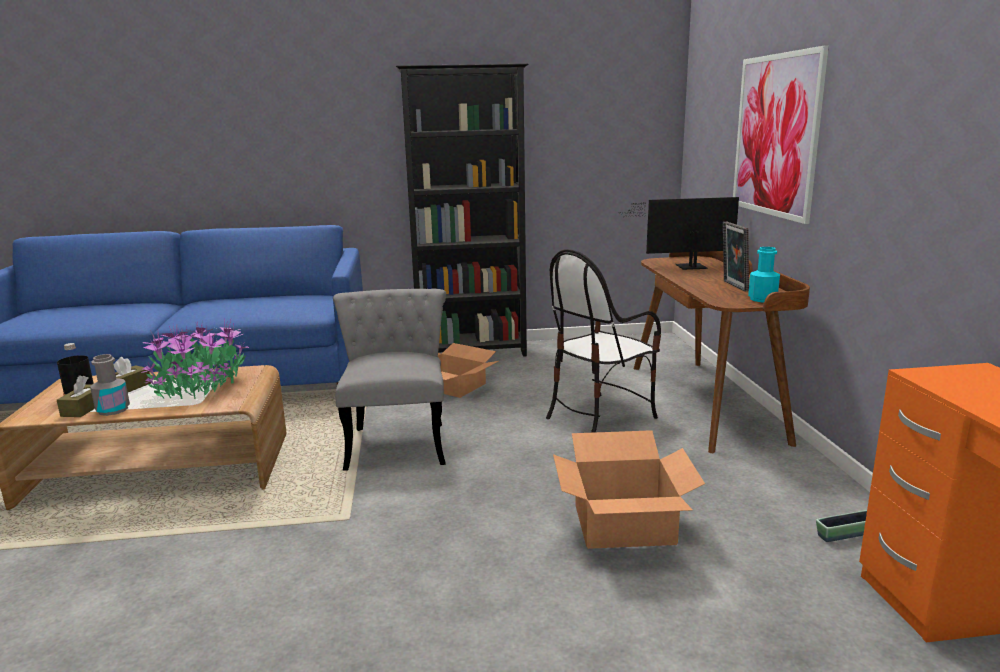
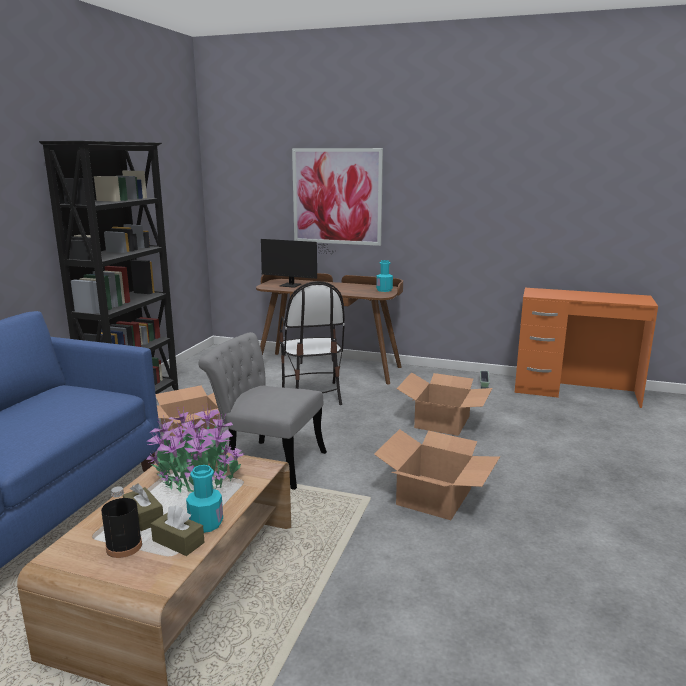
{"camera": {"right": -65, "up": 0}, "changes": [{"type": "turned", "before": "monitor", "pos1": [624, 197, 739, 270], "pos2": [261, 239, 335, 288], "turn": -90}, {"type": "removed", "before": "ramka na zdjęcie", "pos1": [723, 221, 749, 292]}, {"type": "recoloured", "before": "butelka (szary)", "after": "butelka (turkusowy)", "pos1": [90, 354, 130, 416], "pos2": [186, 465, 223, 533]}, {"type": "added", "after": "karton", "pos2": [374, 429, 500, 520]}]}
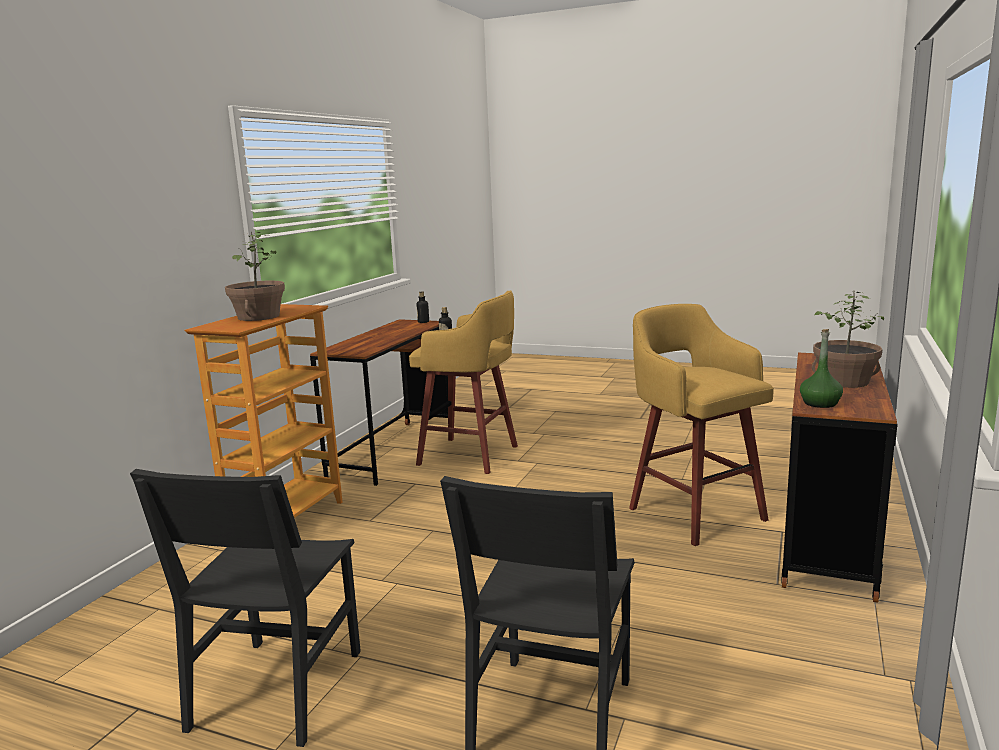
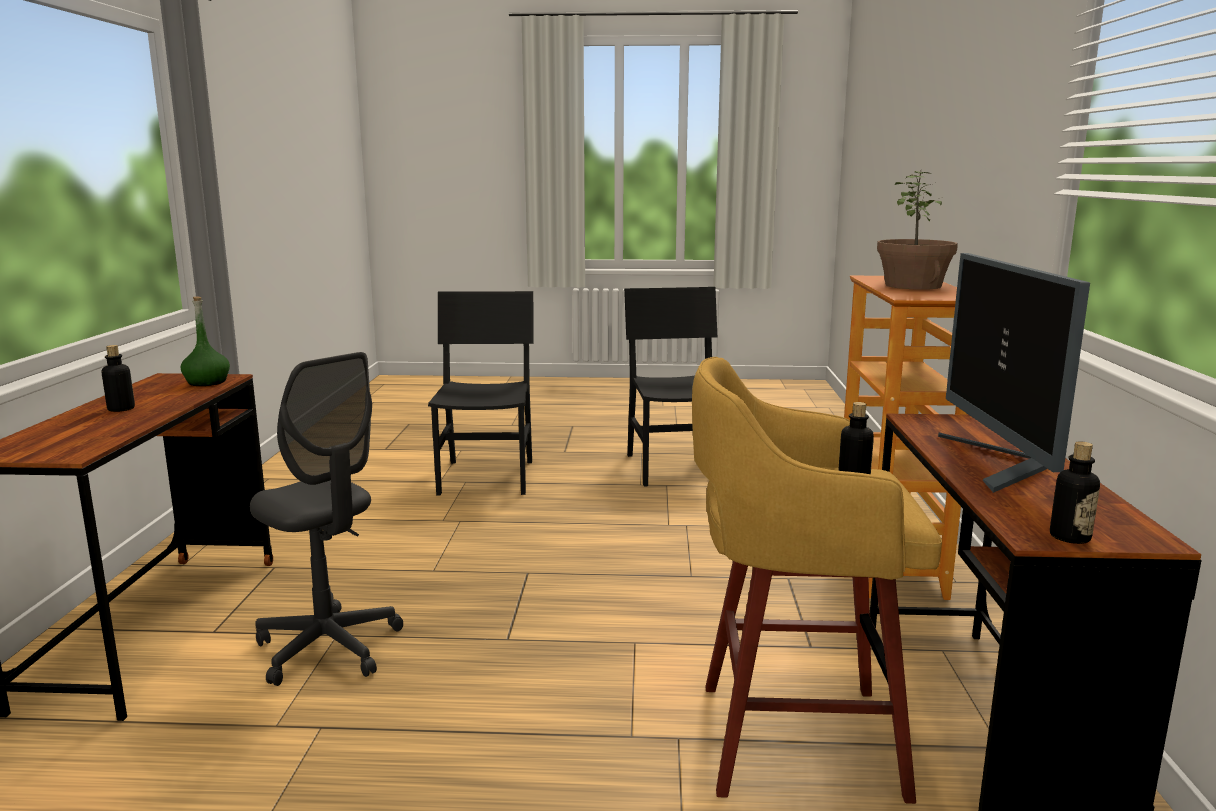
{"camera": {"right": 160, "up": 0}, "changes": [{"type": "replaced", "before": "roślina doniczkowa", "after": "butelka", "pos1": [812, 291, 884, 388], "pos2": [102, 345, 135, 412]}, {"type": "replaced", "before": "stołek (żółty)", "after": "krzesło biurowe (szary)", "pos1": [629, 304, 774, 546], "pos2": [250, 352, 403, 686]}, {"type": "added", "after": "monitor", "pos2": [938, 253, 1090, 493]}]}
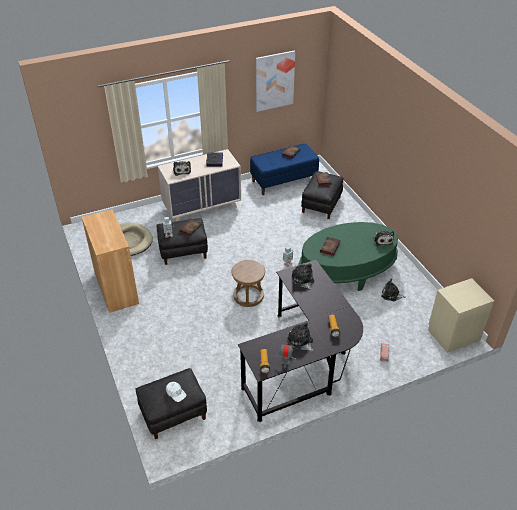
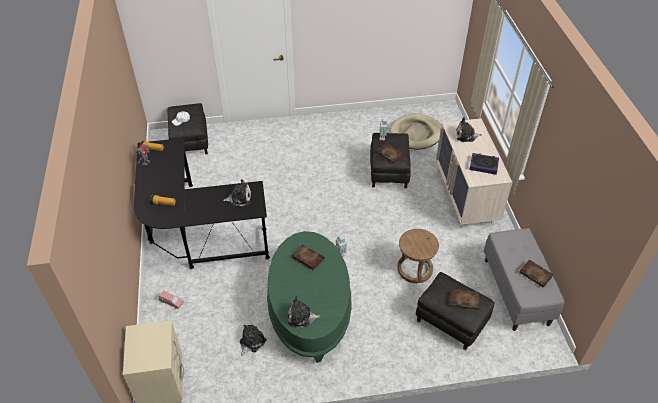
{"camera": {"right": 105, "up": 5}, "changes": [{"type": "removed", "before": "obraz", "pos1": [256, 50, 295, 112]}, {"type": "recoloured", "before": "ławka (niebieski)", "after": "ławka (szary)", "pos1": [250, 143, 319, 195], "pos2": [484, 228, 564, 331]}, {"type": "removed", "before": "szafka (brązowy)", "pos1": [82, 209, 139, 313]}, {"type": "moved", "before": "stołek (brązowy)", "pos1": [231, 260, 265, 307], "pos2": [397, 229, 439, 283]}, {"type": "removed", "before": "pluszak", "pos1": [287, 322, 313, 352]}]}
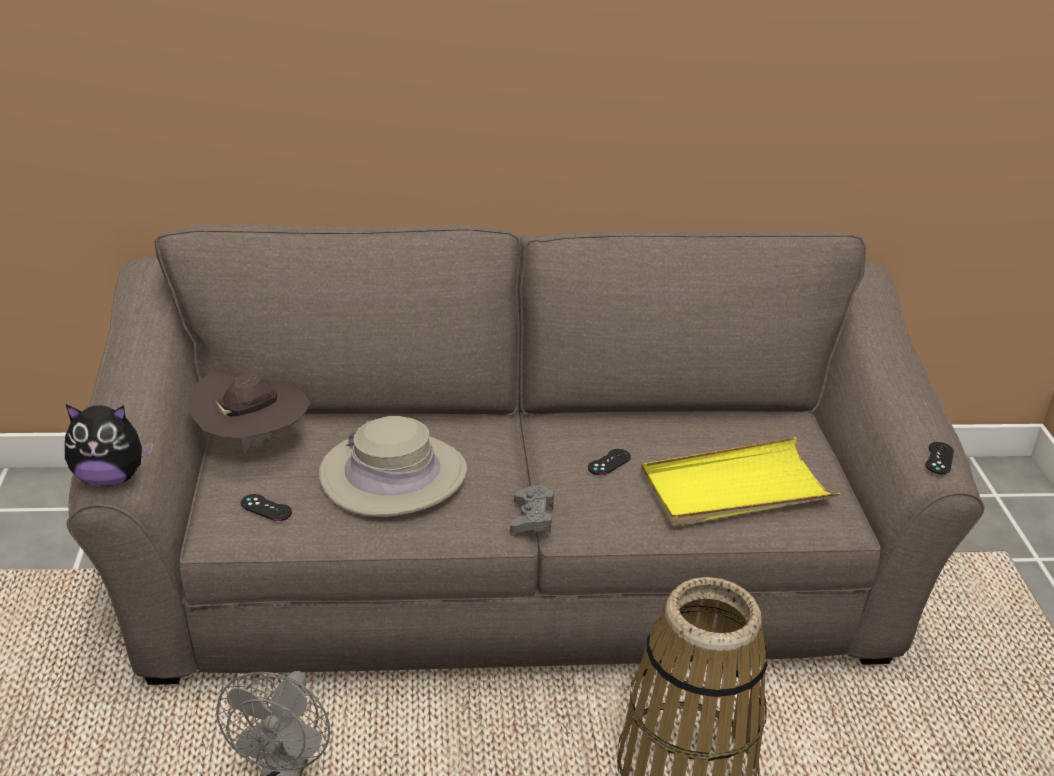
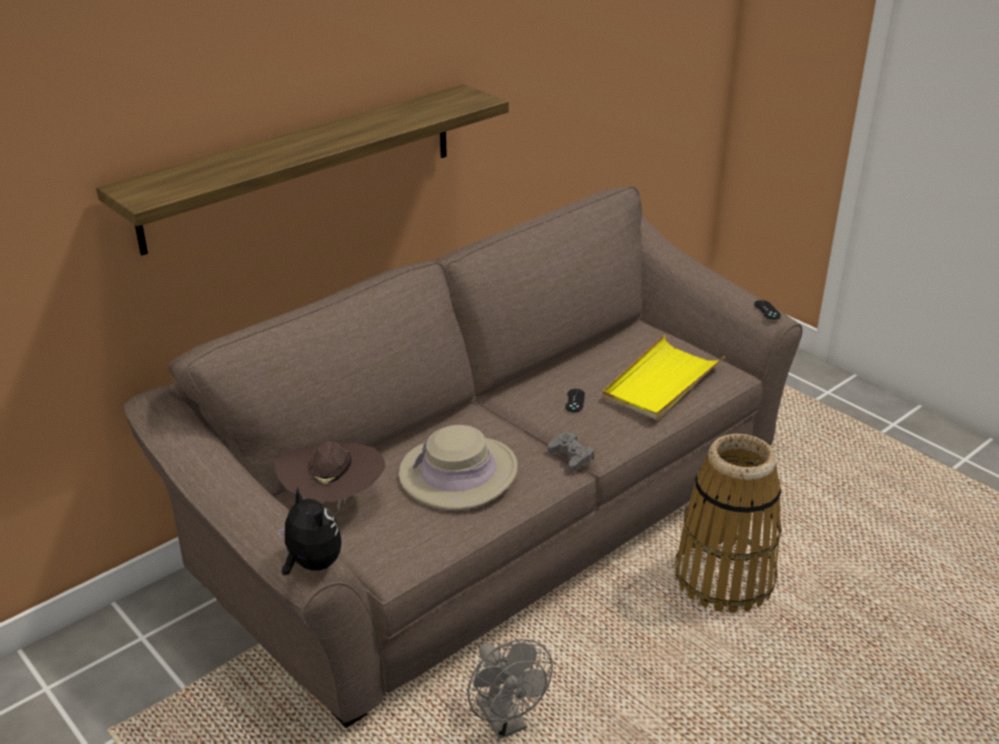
{"camera": {"right": -35, "up": 0}, "changes": [{"type": "turned", "before": "pluszak", "pos1": [65, 405, 153, 487], "pos2": [277, 487, 342, 575], "turn": -90}, {"type": "removed", "before": "pad do gier (czarny)", "pos1": [241, 494, 292, 521]}, {"type": "added", "after": "półka", "pos2": [96, 84, 509, 255]}]}
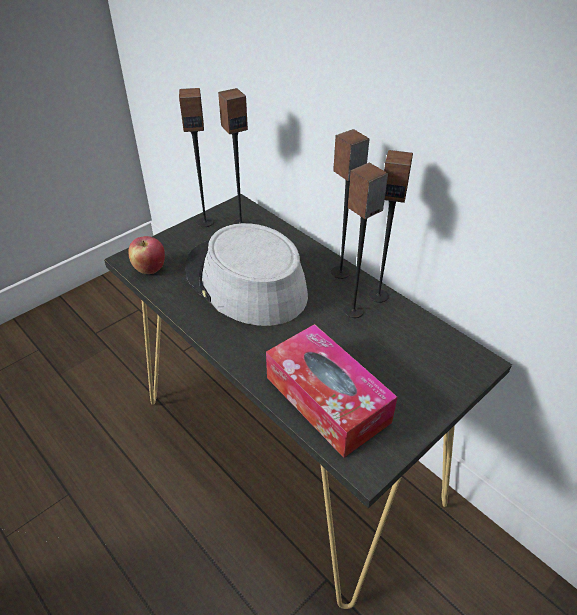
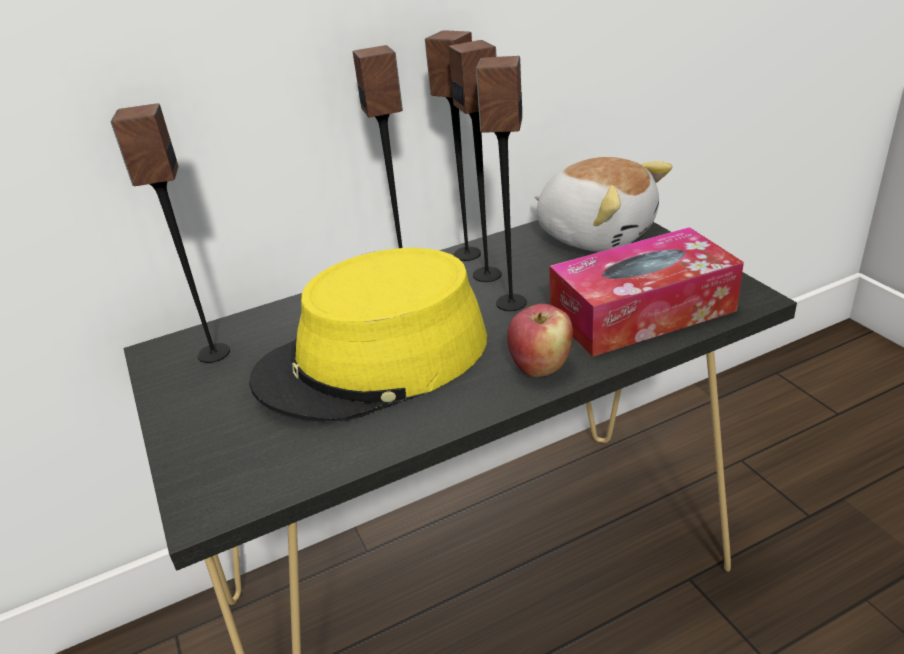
{"camera": {"right": -70, "up": -10}, "changes": [{"type": "moved", "before": "głośnik", "pos1": [179, 88, 214, 227], "pos2": [476, 56, 527, 311]}, {"type": "recoloured", "before": "kapelusz (szary)", "after": "kapelusz (żółty)", "pos1": [185, 223, 308, 326], "pos2": [249, 248, 487, 422]}, {"type": "moved", "before": "jabłko", "pos1": [128, 236, 165, 274], "pos2": [507, 304, 573, 377]}, {"type": "added", "after": "pluszak", "pos2": [535, 157, 673, 252]}]}
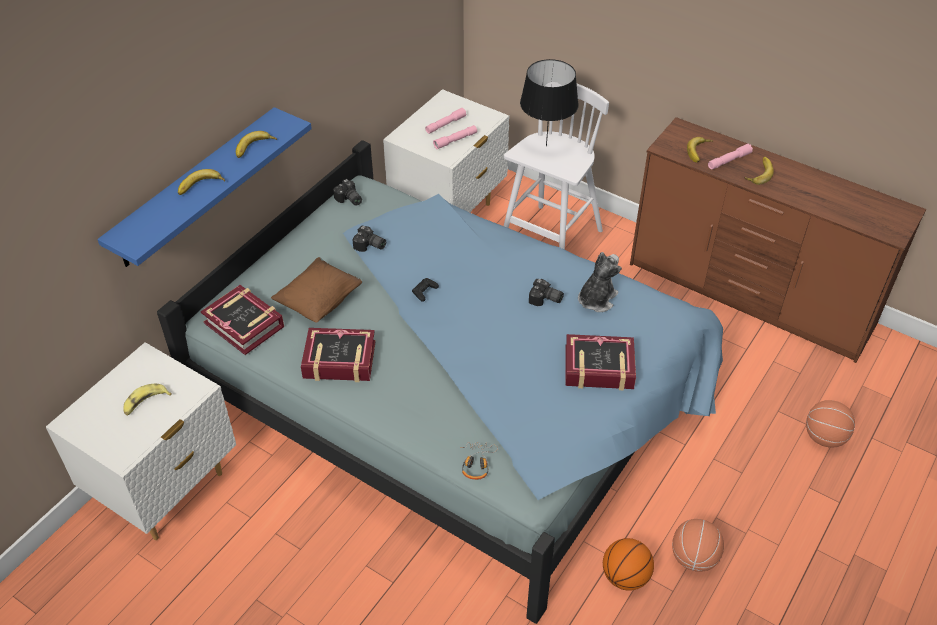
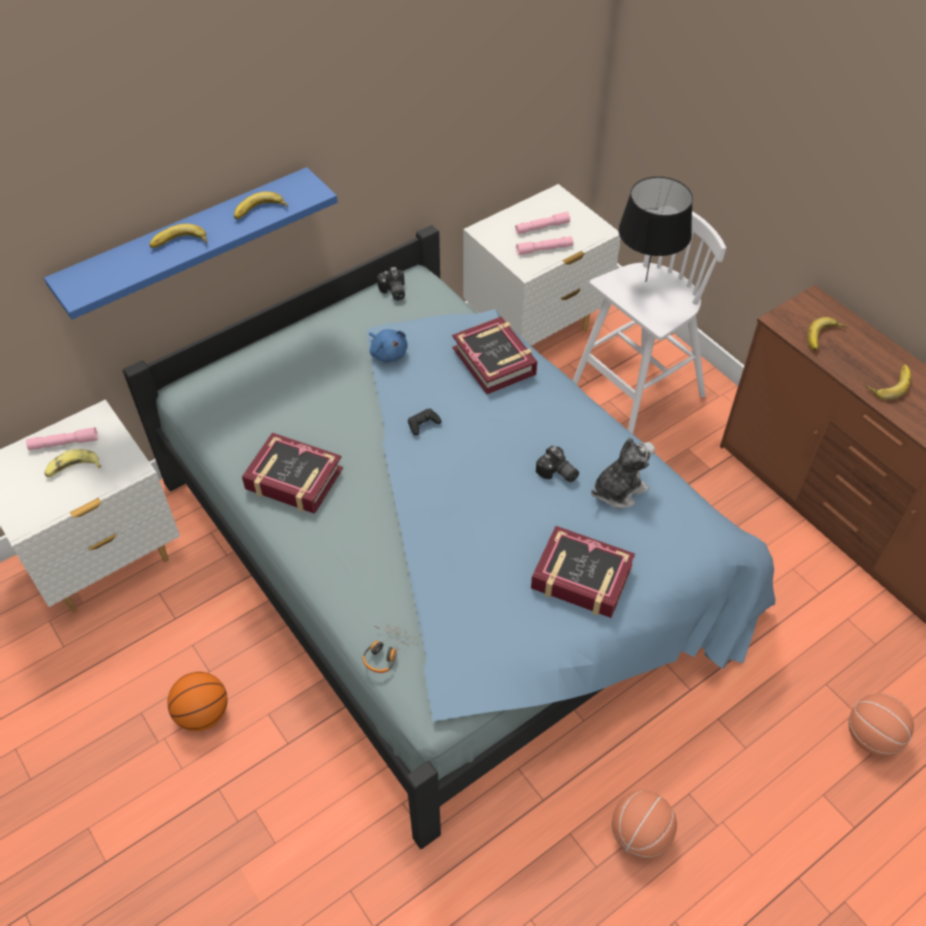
{"camera": {"right": 20, "up": 5}, "changes": [{"type": "moved", "before": "latarka (różowy)", "pos1": [708, 144, 753, 169], "pos2": [26, 427, 98, 450]}, {"type": "replaced", "before": "aparat fotograficzny", "after": "pluszak (niebieski)", "pos1": [353, 226, 386, 252], "pos2": [369, 329, 408, 363]}, {"type": "removed", "before": "poduszka (brązowy)", "pos1": [271, 257, 363, 323]}, {"type": "moved", "before": "książka", "pos1": [201, 285, 284, 355], "pos2": [452, 317, 538, 394]}, {"type": "moved", "before": "piłka do koszykówki", "pos1": [603, 538, 654, 591], "pos2": [167, 672, 227, 731]}]}
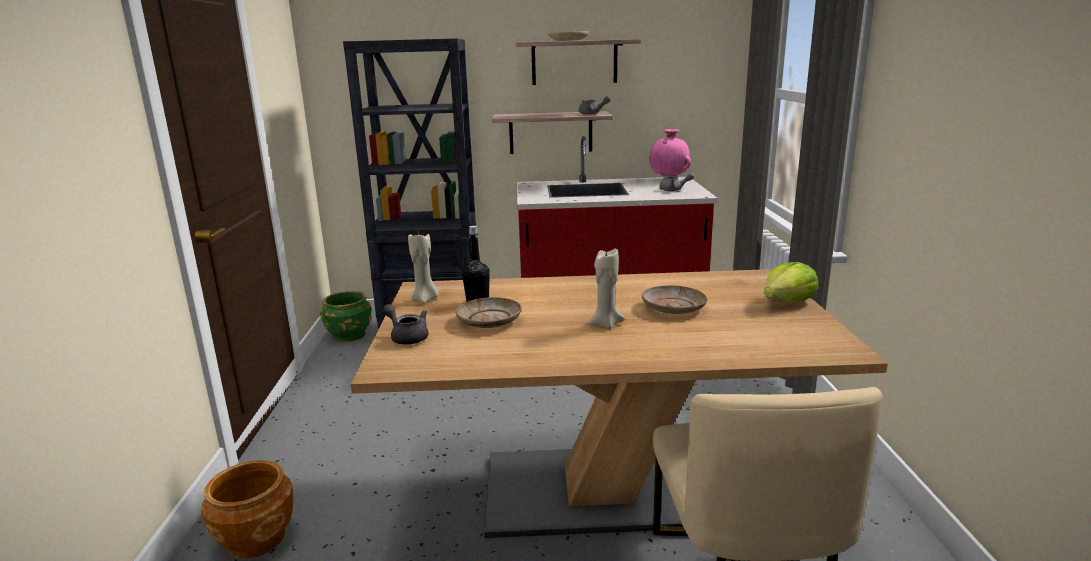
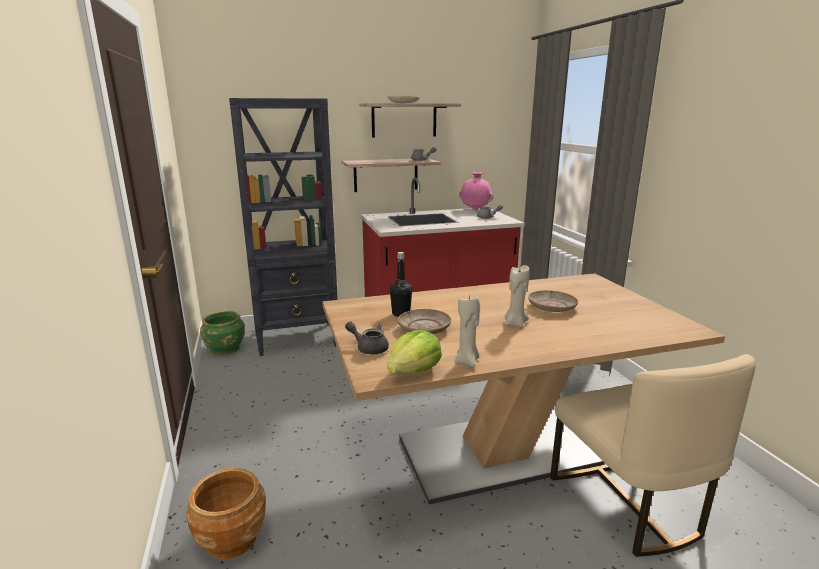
{"camera": {"right": -15, "up": 0}, "changes": [{"type": "moved", "before": "świeca (beżowy)", "pos1": [408, 231, 439, 303], "pos2": [455, 293, 480, 367]}, {"type": "moved", "before": "sałata", "pos1": [764, 262, 818, 302], "pos2": [387, 330, 442, 374]}]}
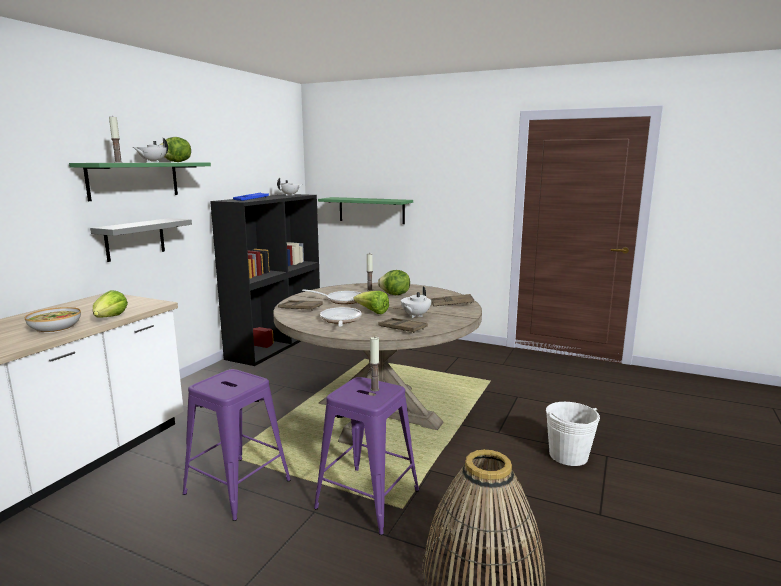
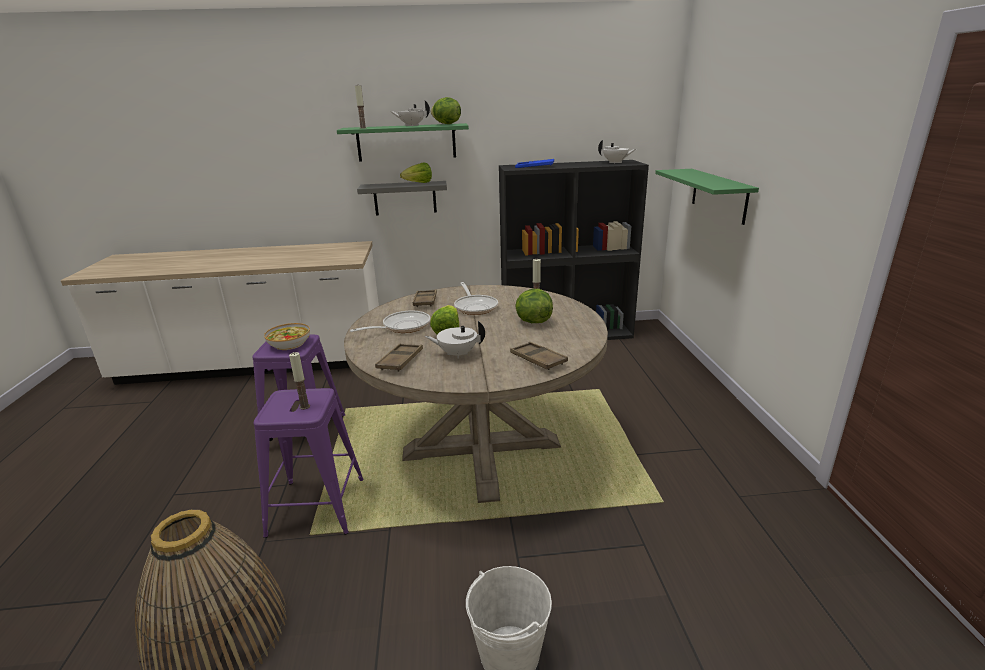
{"camera": {"right": 60, "up": 10}, "changes": [{"type": "moved", "before": "sałata", "pos1": [93, 290, 128, 318], "pos2": [400, 162, 432, 183]}, {"type": "moved", "before": "miska", "pos1": [25, 307, 81, 333], "pos2": [264, 323, 310, 350]}]}
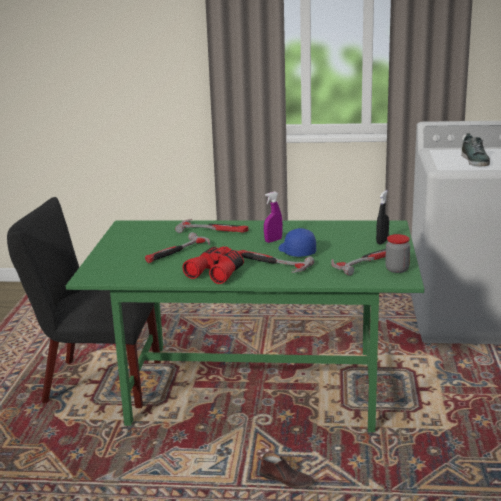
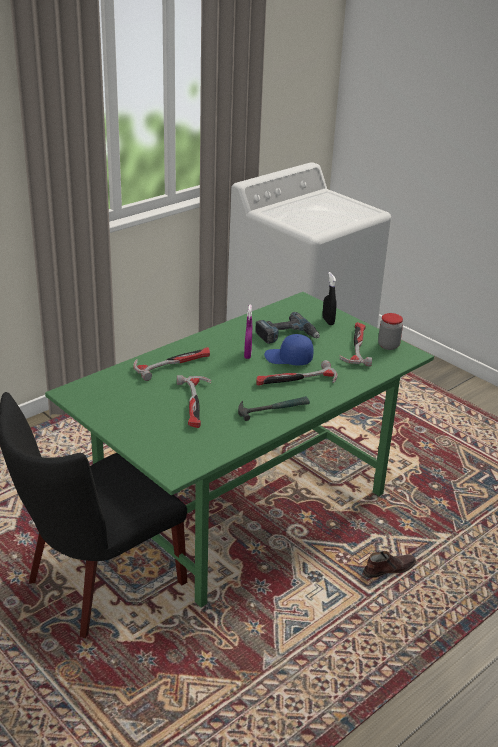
{"camera": {"right": -50, "up": 10}, "changes": [{"type": "removed", "before": "but", "pos1": [461, 133, 490, 166]}, {"type": "replaced", "before": "lornetka (czerwony)", "after": "młotek", "pos1": [183, 246, 244, 284], "pos2": [238, 396, 310, 421]}, {"type": "added", "after": "wiertarka", "pos2": [255, 312, 320, 344]}]}
